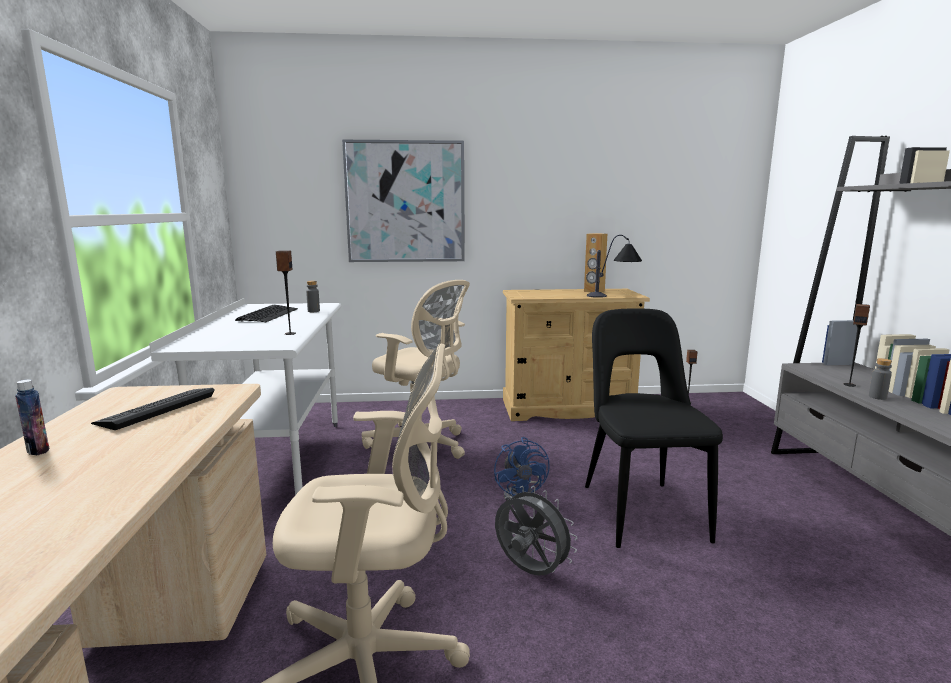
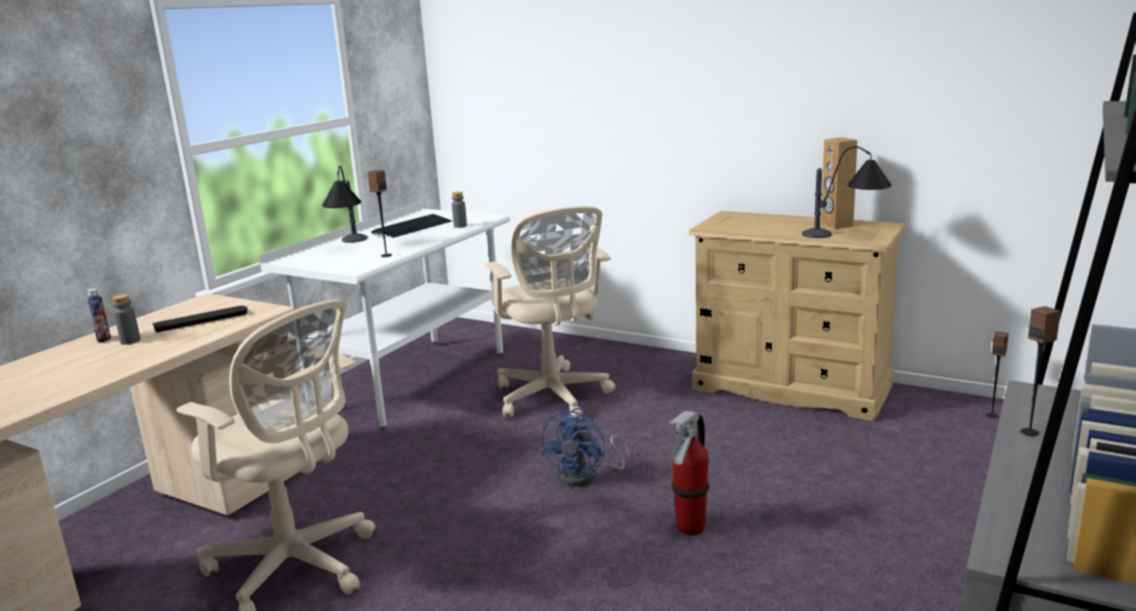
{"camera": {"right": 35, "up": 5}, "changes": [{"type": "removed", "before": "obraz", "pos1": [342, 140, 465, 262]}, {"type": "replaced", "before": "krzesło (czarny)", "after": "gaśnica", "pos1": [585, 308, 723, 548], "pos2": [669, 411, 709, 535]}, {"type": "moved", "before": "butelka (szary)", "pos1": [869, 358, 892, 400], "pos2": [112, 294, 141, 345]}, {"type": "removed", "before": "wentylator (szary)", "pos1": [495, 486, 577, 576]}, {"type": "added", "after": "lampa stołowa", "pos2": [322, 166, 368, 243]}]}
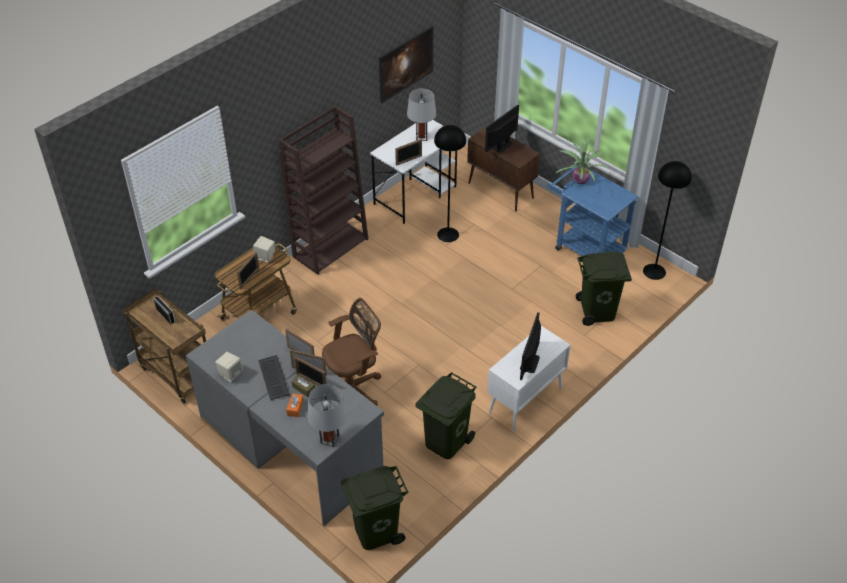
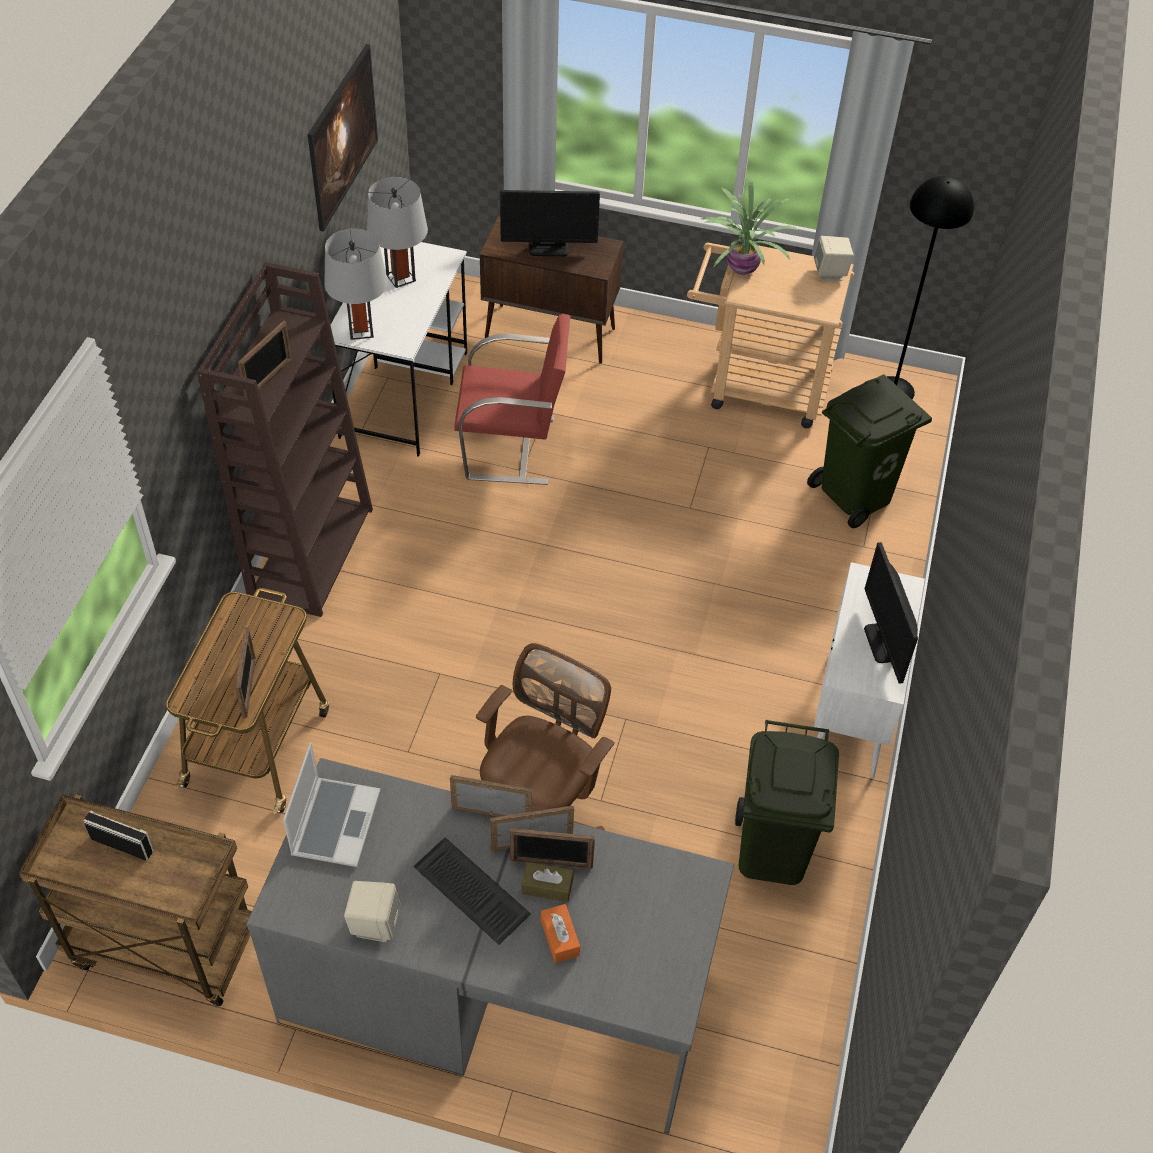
{"camera": {"right": -30, "up": 5}, "changes": [{"type": "turned", "before": "monitor", "pos1": [485, 105, 519, 152], "pos2": [500, 190, 600, 256], "turn": -105}, {"type": "replaced", "before": "lampa stojąca (czarny)", "after": "krzesło (czerwony)", "pos1": [434, 125, 466, 242], "pos2": [454, 314, 570, 485]}, {"type": "moved", "before": "ramka na zdjęcie", "pos1": [395, 139, 422, 166], "pos2": [238, 321, 292, 397]}, {"type": "recoloured", "before": "wózek (niebieski)", "after": "wózek (beżowy)", "pos1": [547, 166, 639, 256], "pos2": [687, 243, 854, 428]}, {"type": "moved", "before": "głośnik (beżowy)", "pos1": [253, 236, 275, 262], "pos2": [814, 236, 854, 282]}, {"type": "moved", "before": "lampa stołowa (szary)", "pos1": [308, 384, 347, 447], "pos2": [324, 229, 388, 340]}, {"type": "removed", "before": "kosz na śmieci (zielony)", "pos1": [341, 466, 408, 550]}, {"type": "added", "after": "laptop", "pos2": [283, 743, 380, 867]}]}
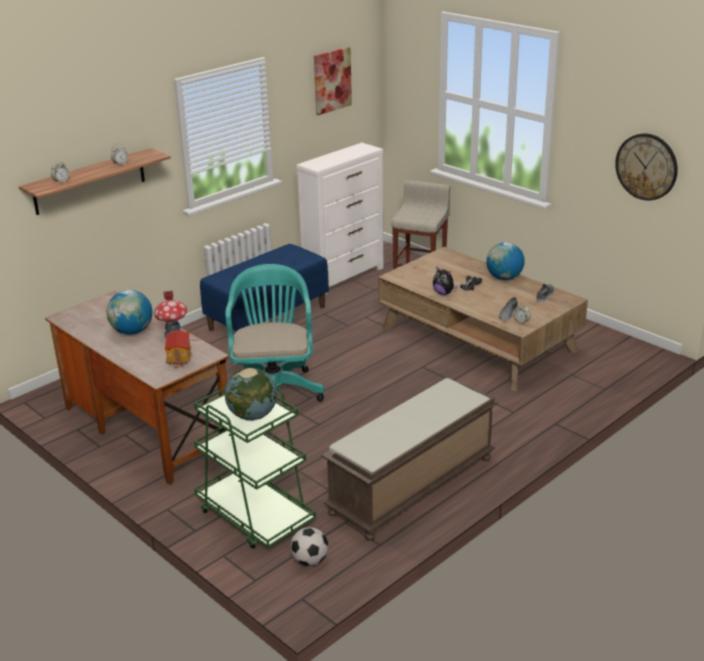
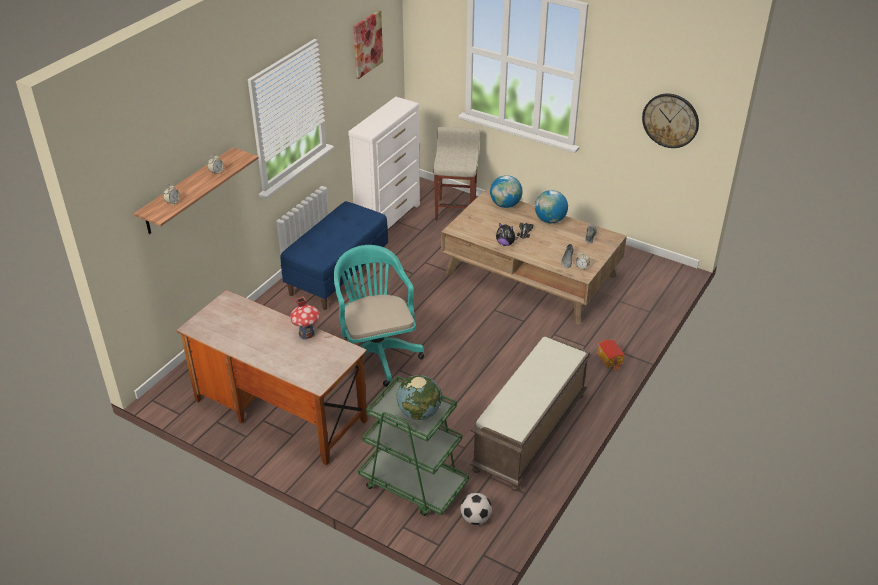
{"camera": {"right": -15, "up": 10}, "changes": [{"type": "moved", "before": "globus", "pos1": [107, 290, 153, 335], "pos2": [490, 175, 523, 208]}, {"type": "moved", "before": "domek", "pos1": [165, 330, 192, 367], "pos2": [597, 340, 625, 370]}]}
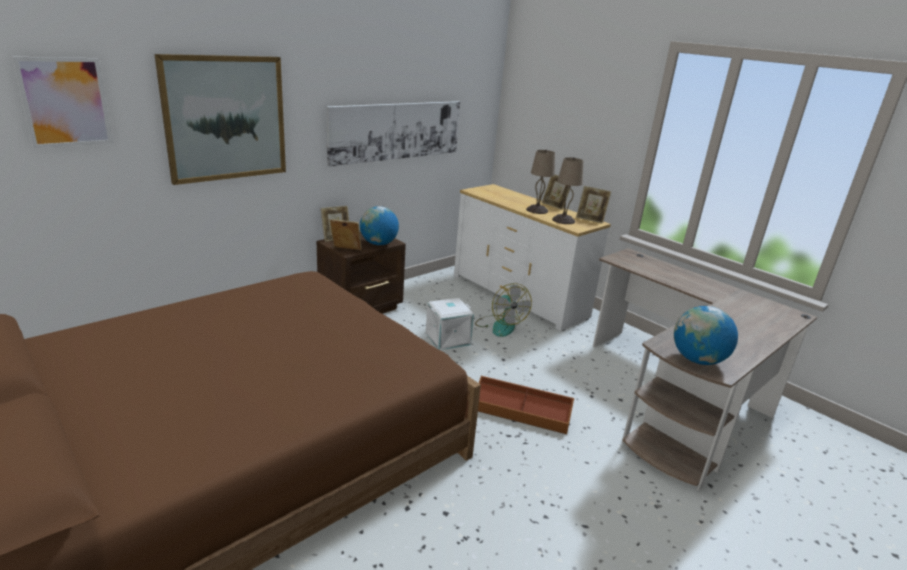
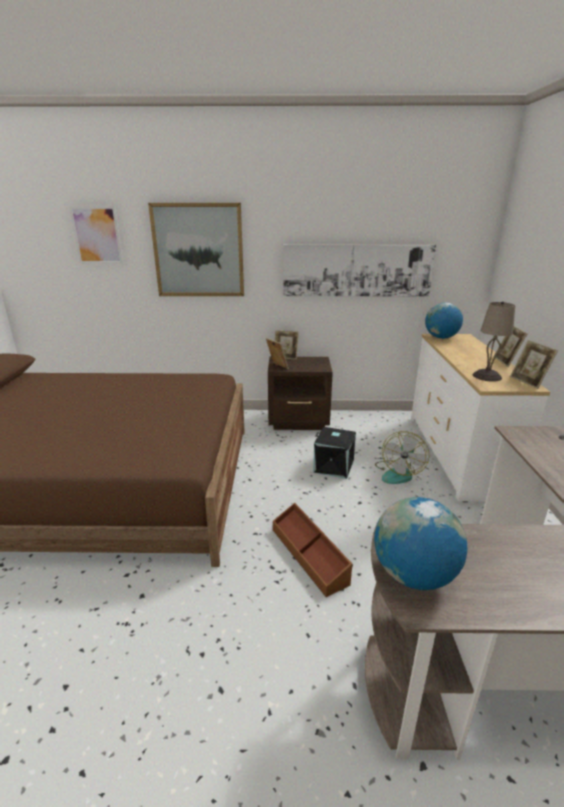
{"camera": {"right": 45, "up": 0}, "changes": [{"type": "removed", "before": "lampa stołowa (beżowy)", "pos1": [526, 150, 555, 214]}, {"type": "moved", "before": "globus", "pos1": [360, 206, 399, 245], "pos2": [425, 303, 463, 339]}, {"type": "recoloured", "before": "pojemnik do przechowywania (biały)", "after": "pojemnik do przechowywania (czarny)", "pos1": [426, 298, 474, 350], "pos2": [313, 427, 356, 479]}]}
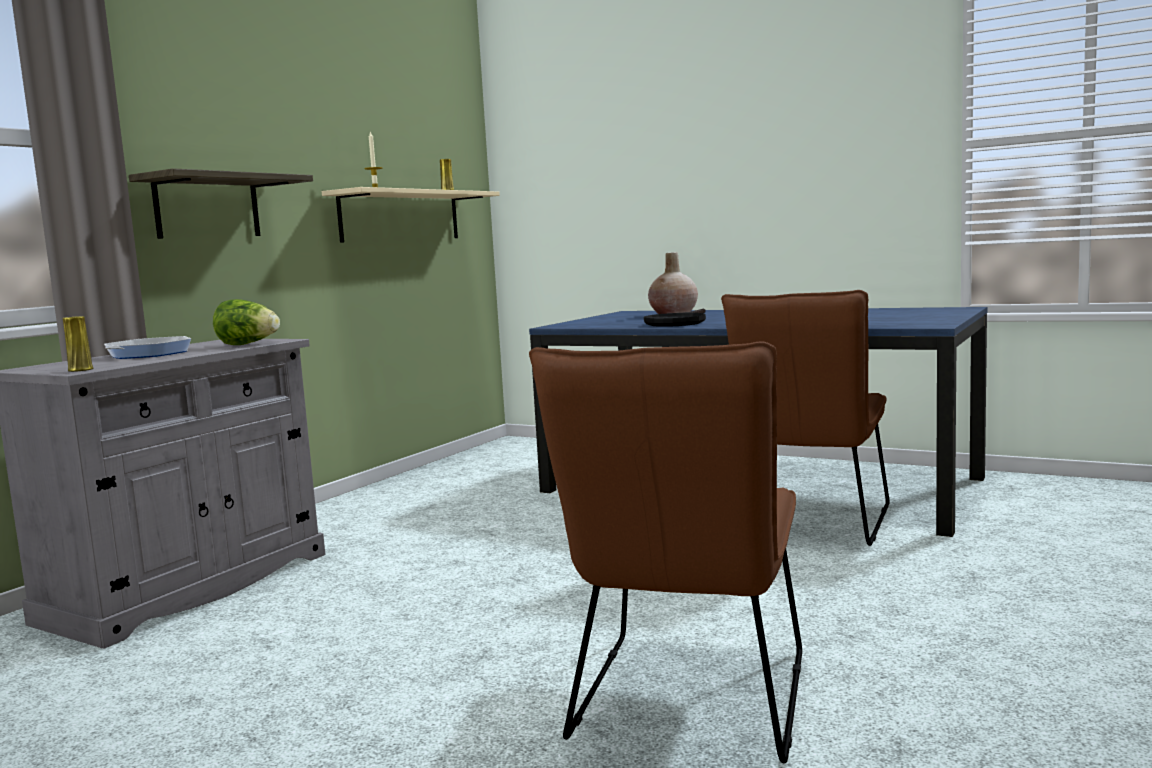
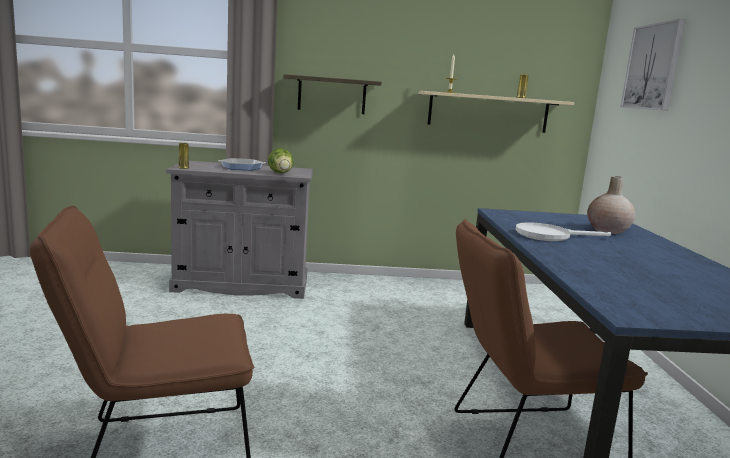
{"camera": {"right": 55, "up": 5}, "changes": [{"type": "recoloured", "before": "patelnia (czarny)", "after": "patelnia (biały)", "pos1": [644, 309, 706, 327], "pos2": [516, 222, 611, 241]}, {"type": "added", "after": "obraz", "pos2": [620, 19, 686, 111]}]}
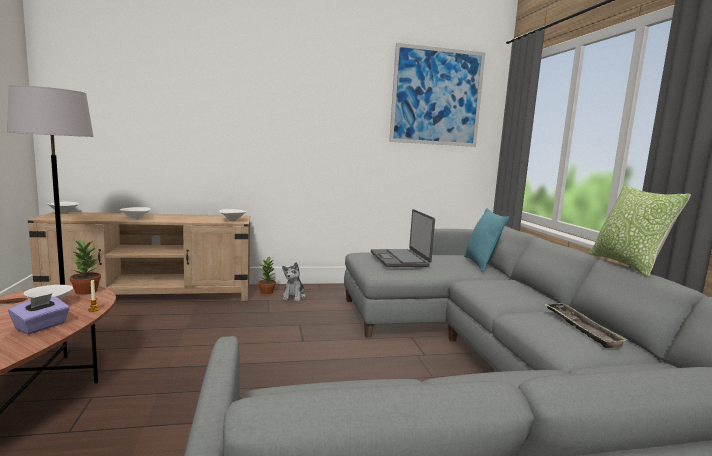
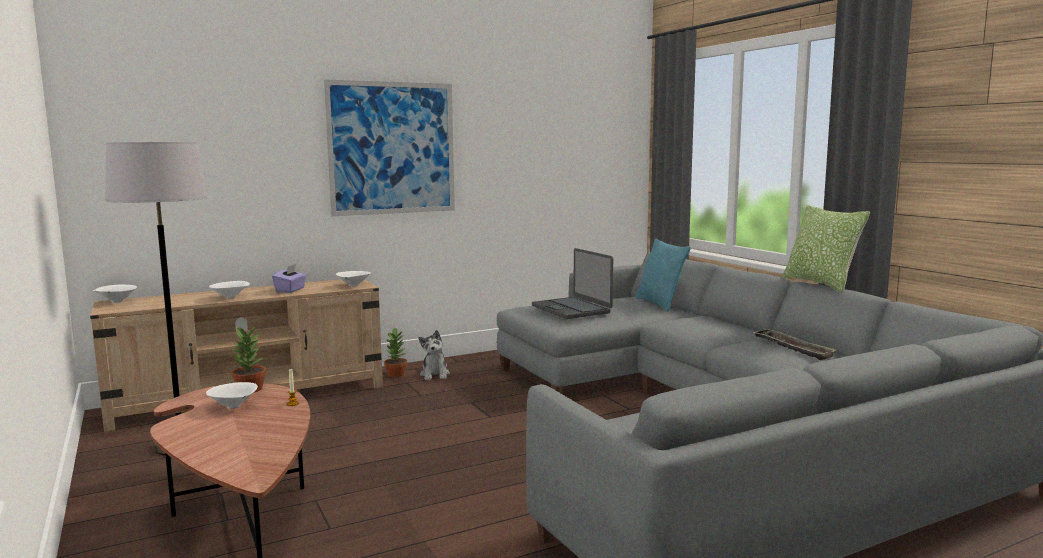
{"camera": {"right": -15, "up": 0}, "changes": [{"type": "moved", "before": "obraz", "pos1": [389, 43, 486, 147], "pos2": [324, 79, 455, 216]}, {"type": "moved", "before": "pudełko chusteczek (fioletowy)", "pos1": [8, 293, 70, 334], "pos2": [272, 264, 307, 293]}]}
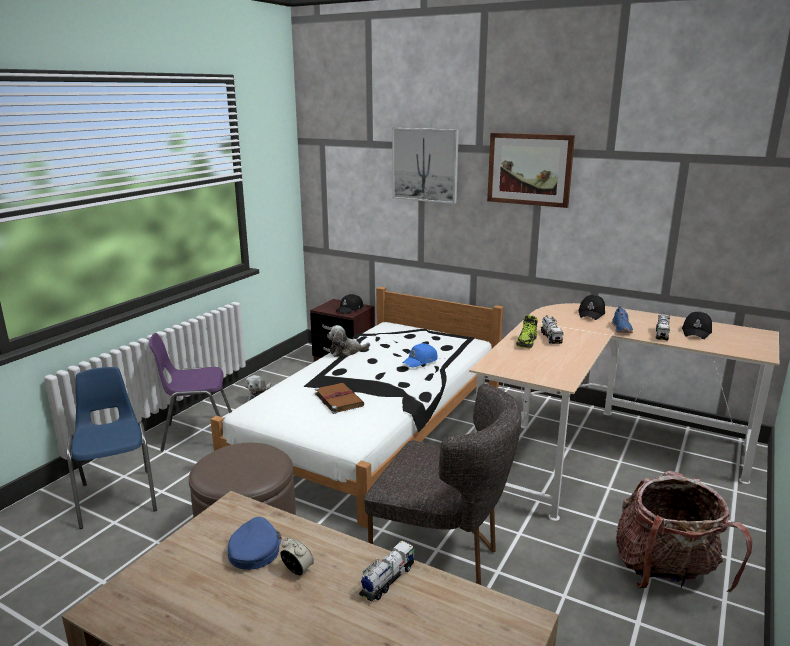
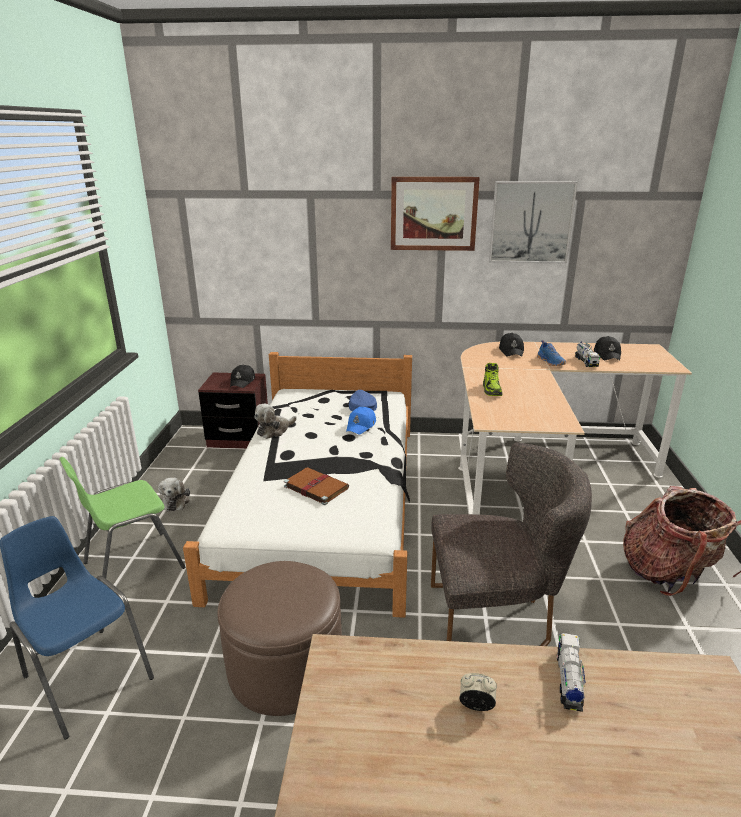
{"camera": {"right": -25, "up": 5}, "changes": [{"type": "moved", "before": "obraz", "pos1": [392, 128, 459, 204], "pos2": [489, 181, 578, 263]}, {"type": "removed", "before": "ciężarówka zabawkowa", "pos1": [541, 315, 564, 344]}, {"type": "recoloured", "before": "krzesło (fioletowy)", "after": "krzesło (zielony)", "pos1": [149, 333, 232, 452], "pos2": [59, 457, 186, 578]}, {"type": "moved", "before": "czapka z daszkiem (niebieski)", "pos1": [227, 517, 281, 570], "pos2": [348, 390, 377, 411]}]}
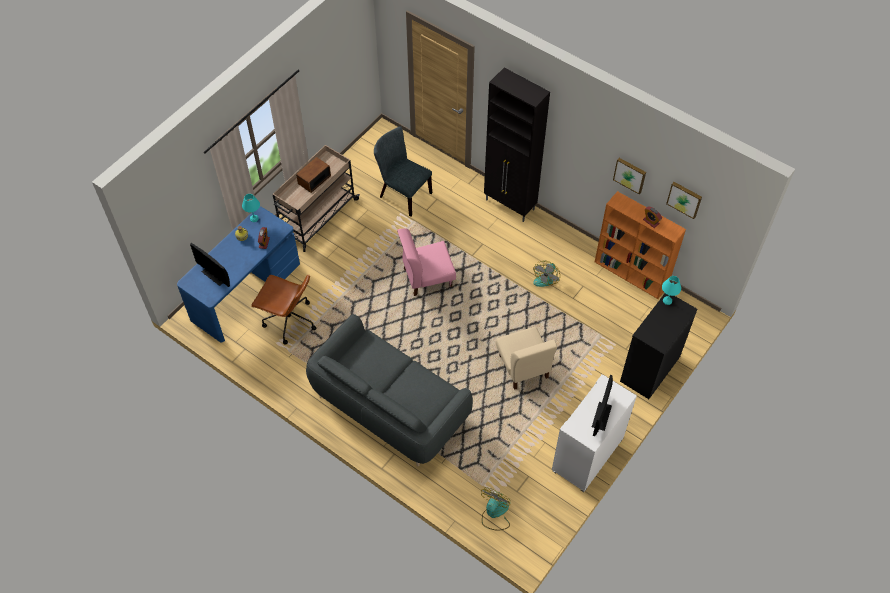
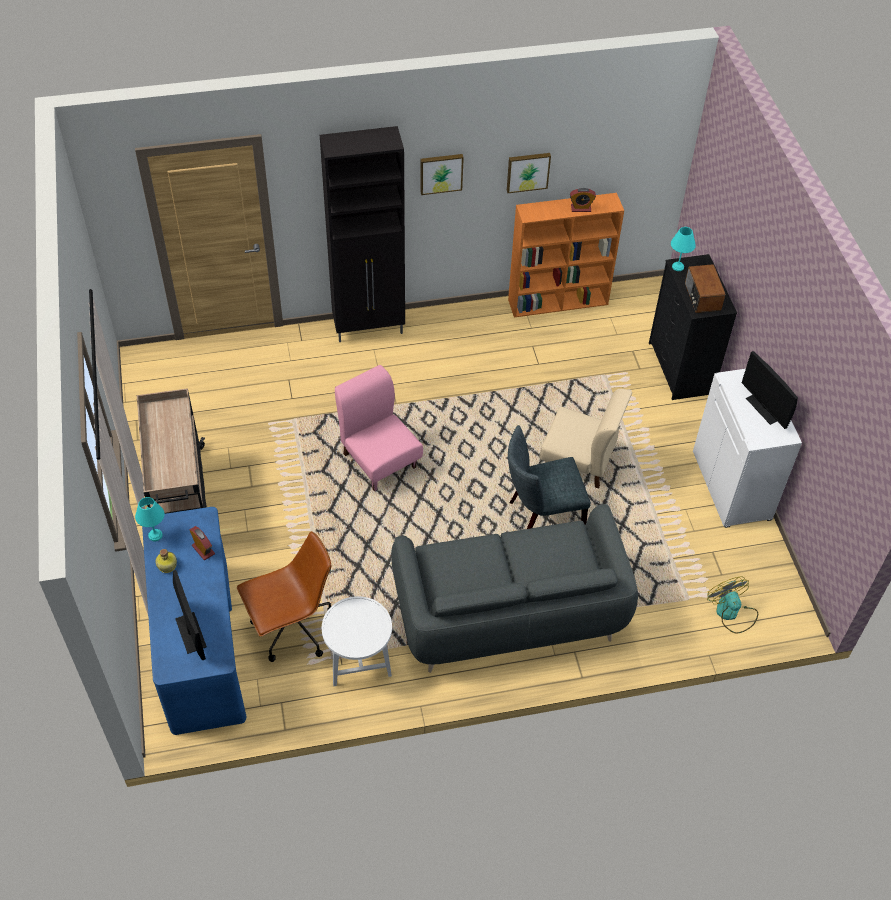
{"camera": {"right": -50, "up": -5}, "changes": [{"type": "moved", "before": "krzesło (szary)", "pos1": [374, 126, 432, 217], "pos2": [508, 425, 591, 529]}, {"type": "moved", "before": "radio", "pos1": [296, 157, 331, 193], "pos2": [685, 264, 725, 313]}, {"type": "moved", "before": "obraz", "pos1": [666, 182, 702, 219], "pos2": [420, 154, 464, 195]}, {"type": "turned", "before": "krzesło (różowy)", "pos1": [397, 228, 456, 296], "pos2": [335, 365, 423, 491], "turn": 120}, {"type": "turned", "before": "monitor", "pos1": [190, 243, 230, 287], "pos2": [173, 570, 207, 660], "turn": -105}, {"type": "removed", "before": "wentylator", "pos1": [533, 261, 560, 287]}, {"type": "added", "after": "stolik (biały)", "pos2": [322, 596, 392, 686]}]}
